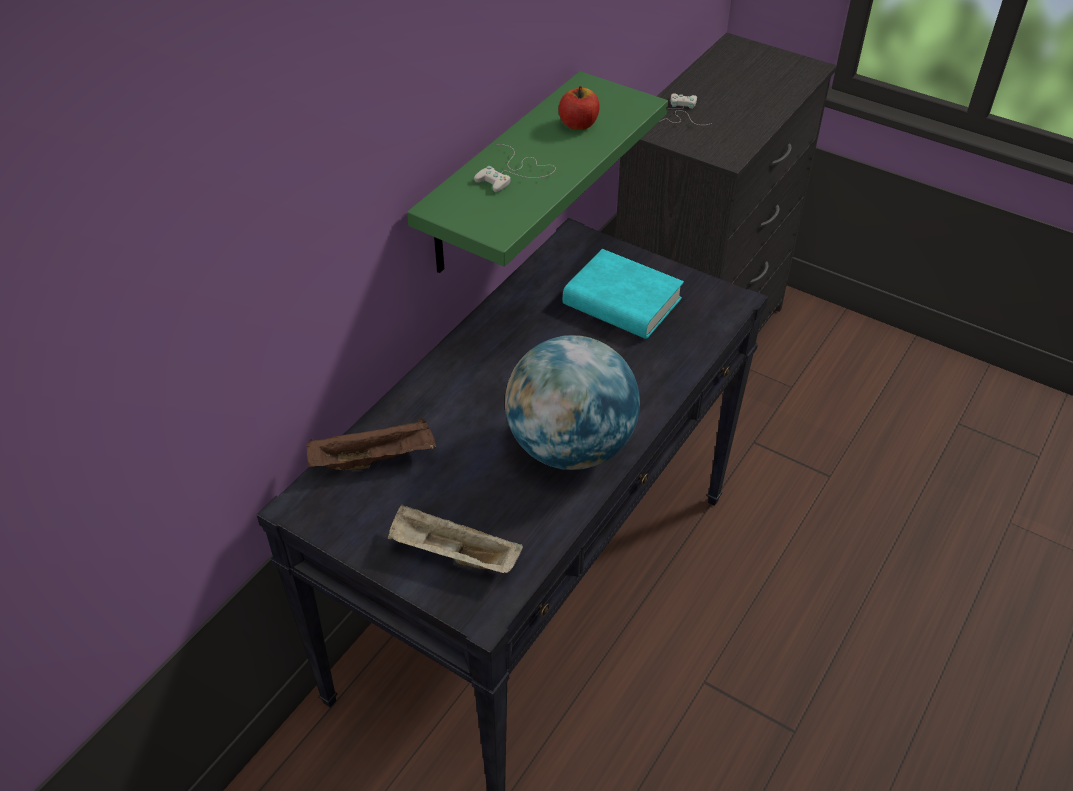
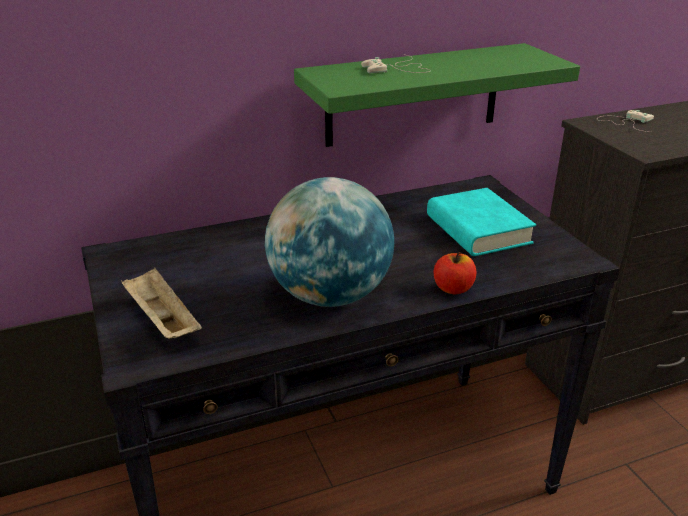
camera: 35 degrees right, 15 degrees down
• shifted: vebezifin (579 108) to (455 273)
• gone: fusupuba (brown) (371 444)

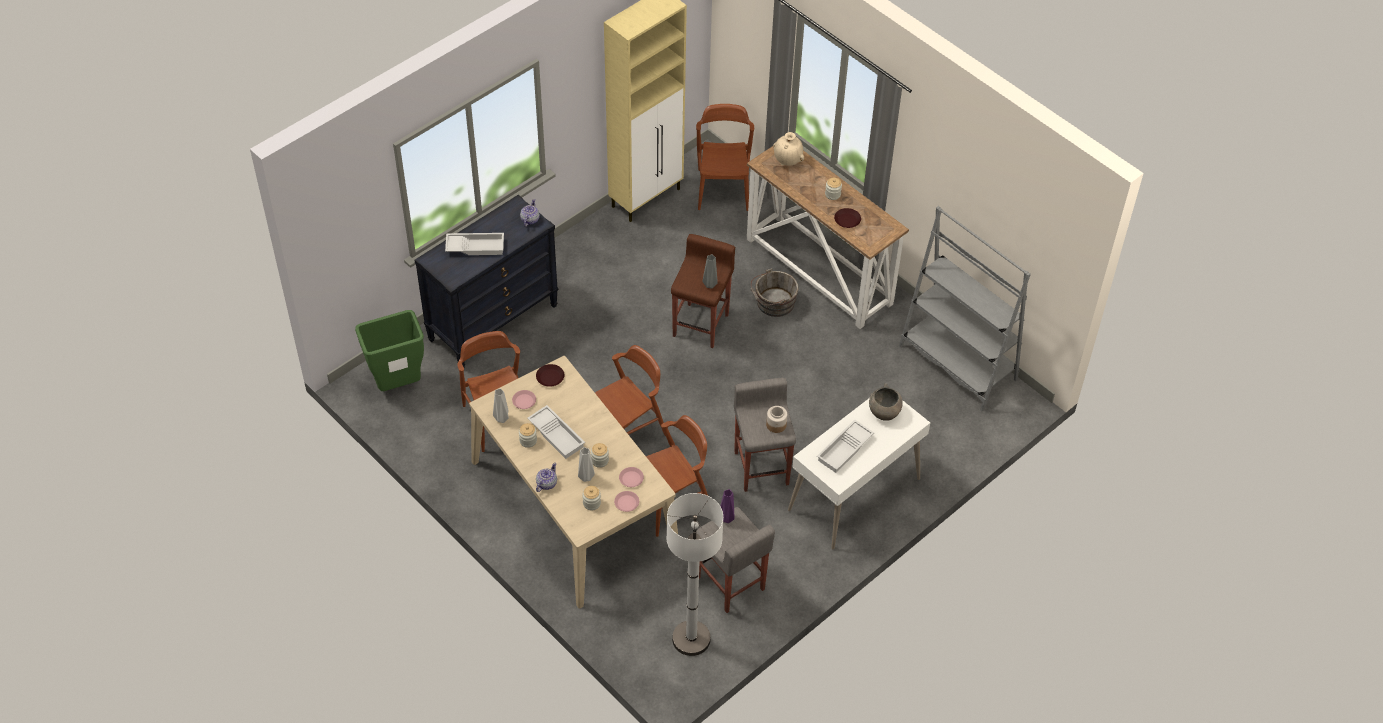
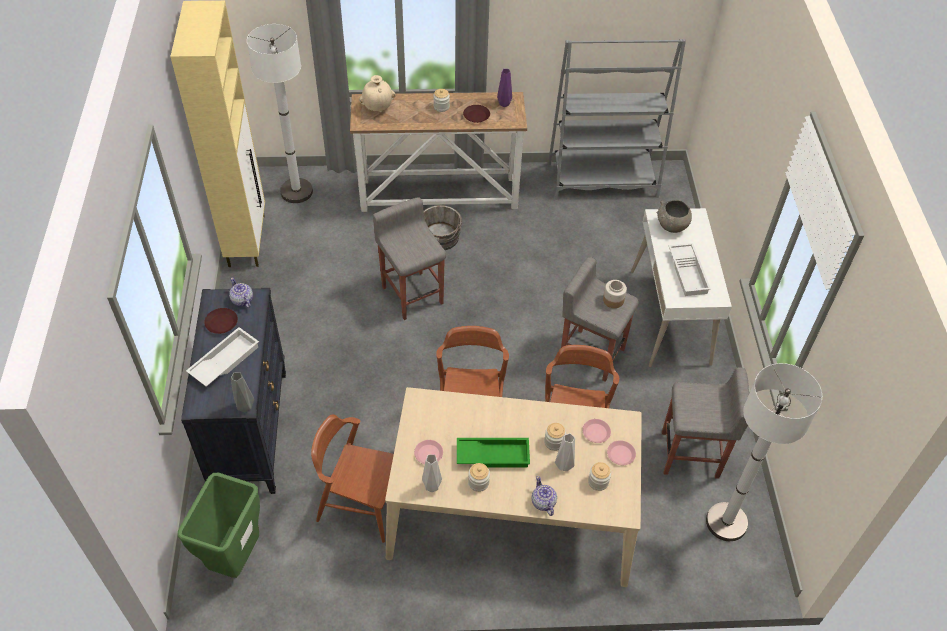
camera: 50 degrees left, 0 degrees up
• swapped: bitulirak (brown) (725 157) to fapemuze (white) (280 113)
• repainted: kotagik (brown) (703 291) to kotagik (grey) (409 258)
• shifted: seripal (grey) (710 271) to (242 392)
• shifted: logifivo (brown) (550 375) to (221 321)
• repainted: fusupuba (white) (556 432) to fusupuba (green) (493 452)
• shifted: seripal (purple) (727 506) to (504 88)

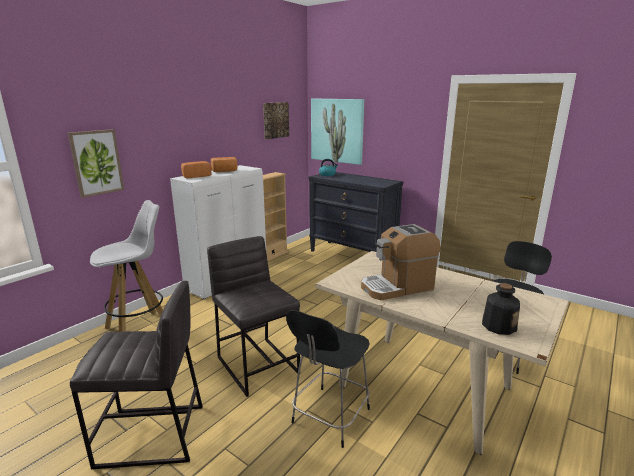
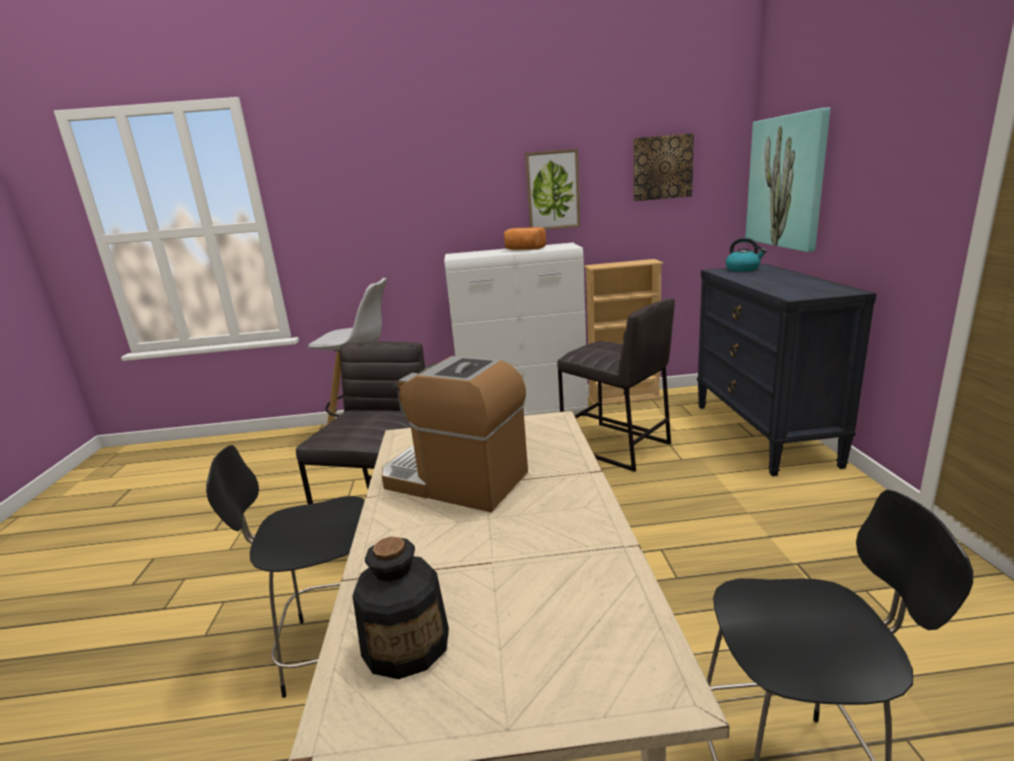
camera: 50 degrees right, 0 degrees up
• shifted: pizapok (96 163) to (553 189)
• gone: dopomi (196 169)
• shifted: kotagik (grey) (136 375) to (616 385)

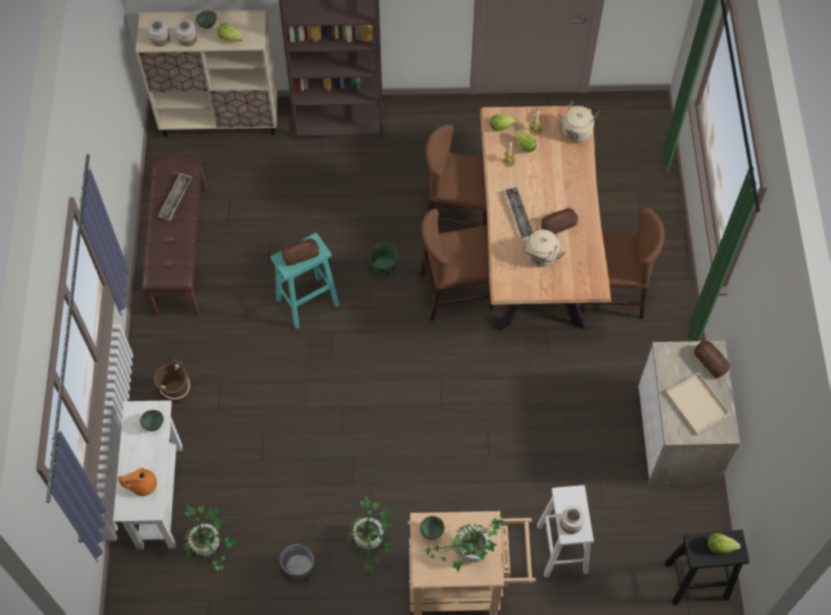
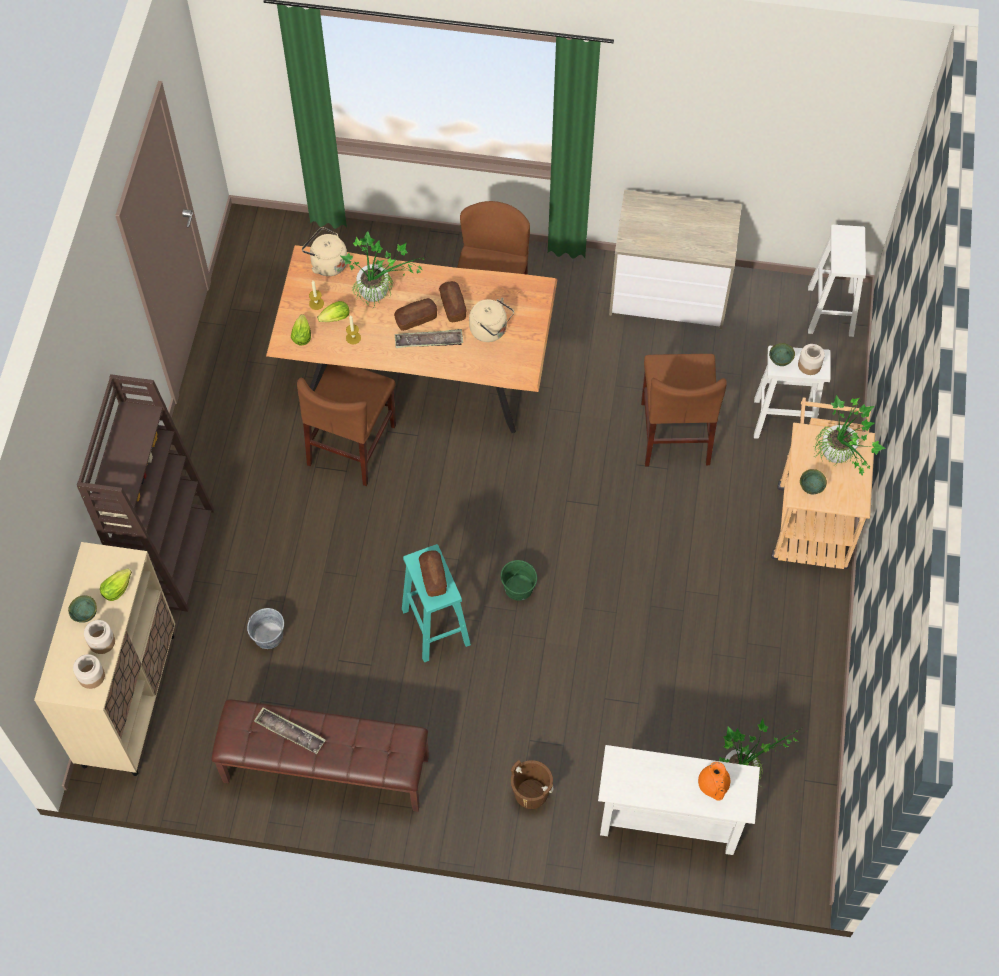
camera: 80 degrees left, 0 degrees up
• shifted: bitulirak (brown) (457 265) to (684 410)
• shifted: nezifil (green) (384 260) to (519 580)
• shifted: dopomi (712 359) to (415 314)
• gone: fusupuba (beige) (698 403)
• shifted: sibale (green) (152 420) to (782 354)
• shifted: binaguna (370 532) to (384 270)
• repainted: kotagik (black) (707 567) to kotagik (white) (837 281)
• gone: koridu (724 543)
• shifted: nezifil (grey) (297 561) to (265 628)

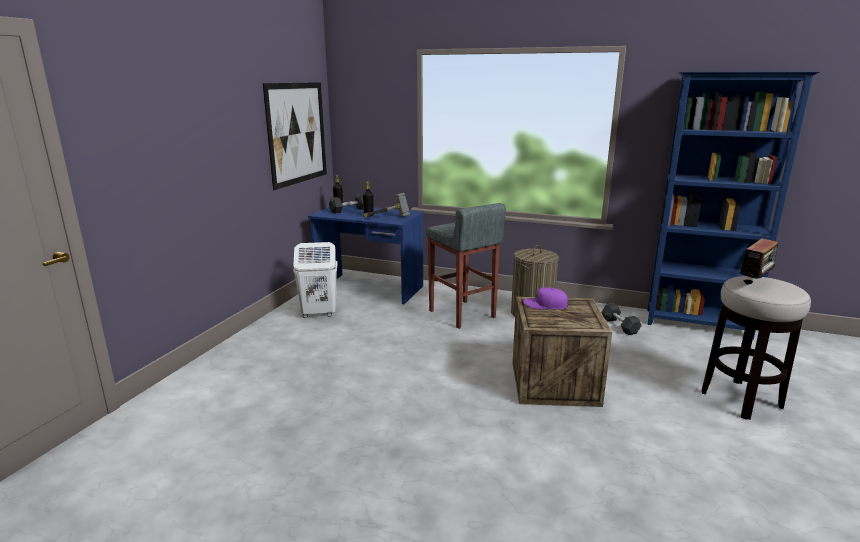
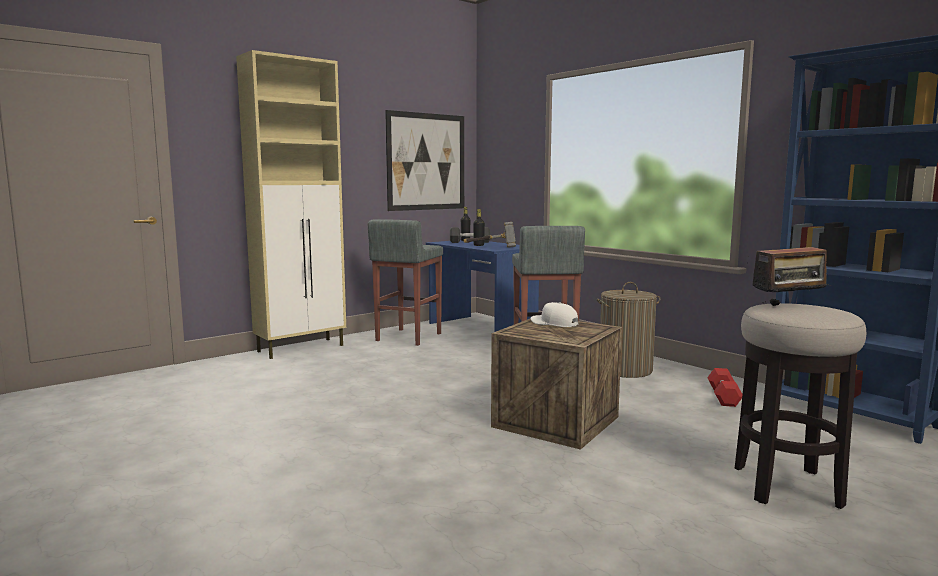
camera: 30 degrees right, 10 degrees down
• swapped: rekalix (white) (315 280) to kotagik (grey) (405 282)
• repainted: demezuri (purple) (545 298) to demezuri (white) (554 314)
• repainted: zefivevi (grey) (621 319) to zefivevi (red) (724 387)
• new: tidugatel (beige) (291 204)

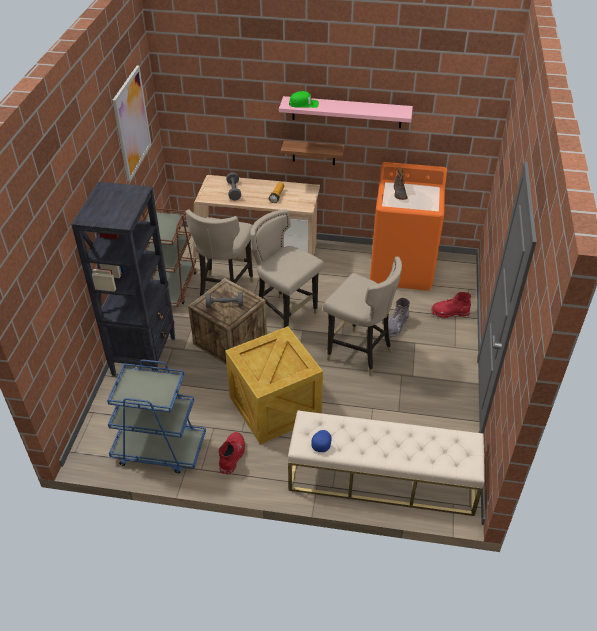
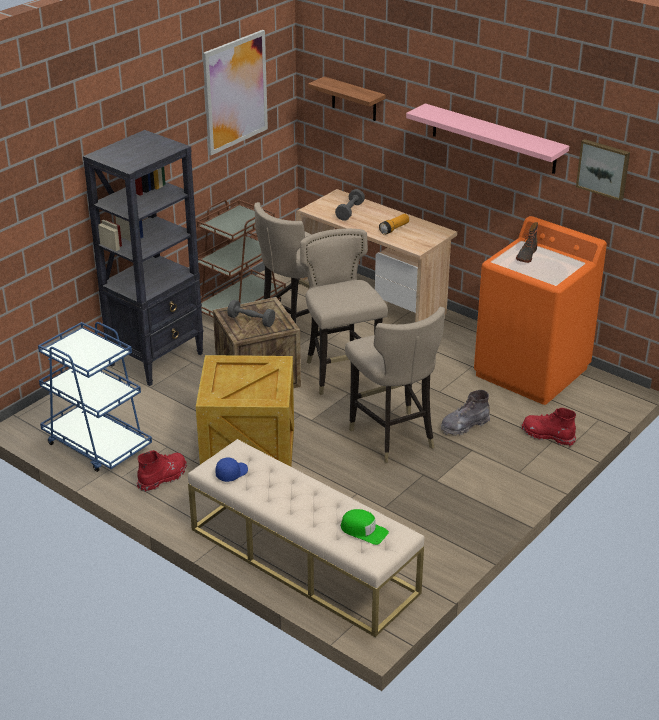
camera: 30 degrees right, 10 degrees down
• shifted: demezuri (green) (304 99) to (365 527)
• shifted: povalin (312 152) to (346 98)
• new: pizapok (603 170)

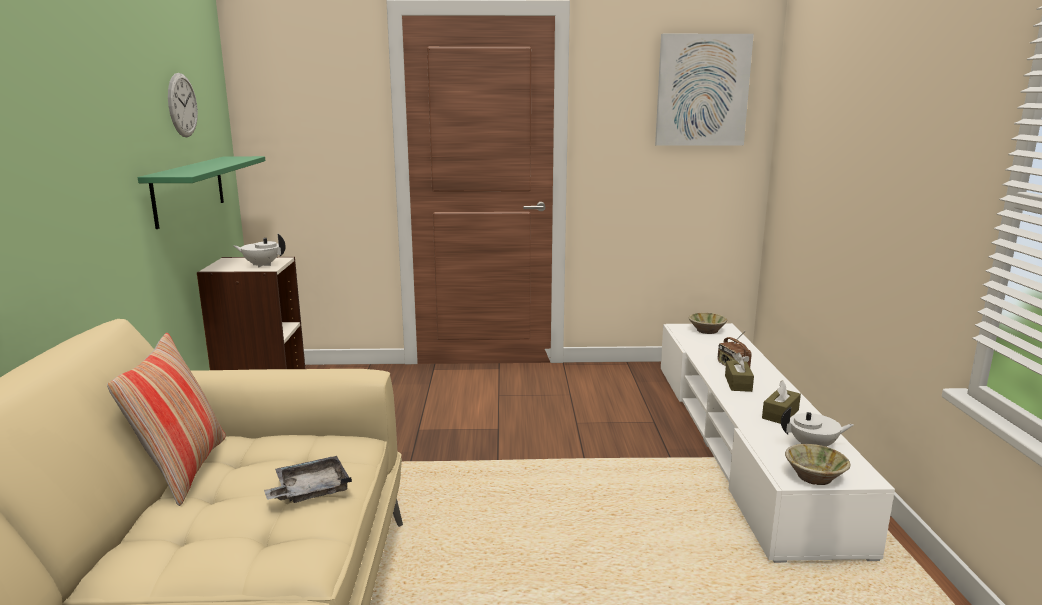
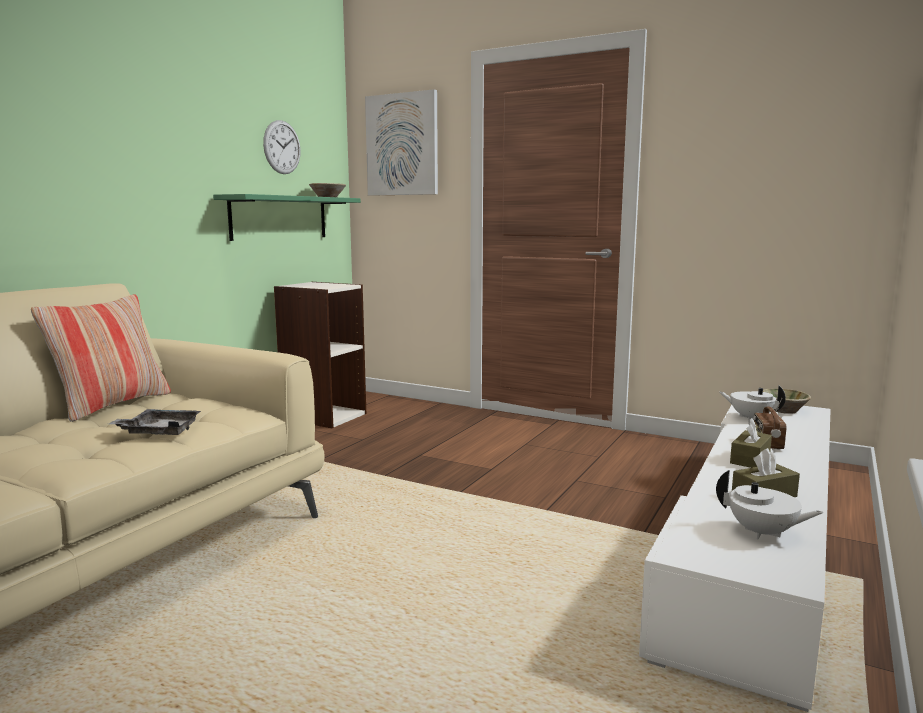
camera: 30 degrees right, 5 degrees down
• shifted: pizapok (704 90) to (401 142)
• shifted: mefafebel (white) (259 251) to (753 403)
• shifted: sibale (beige) (817 464) to (327 190)

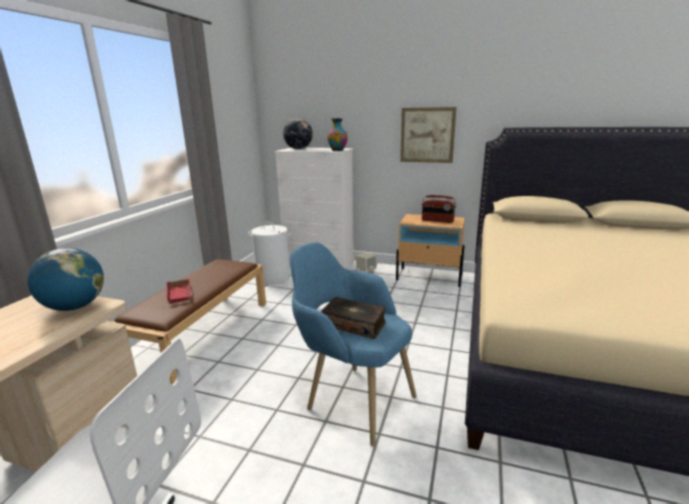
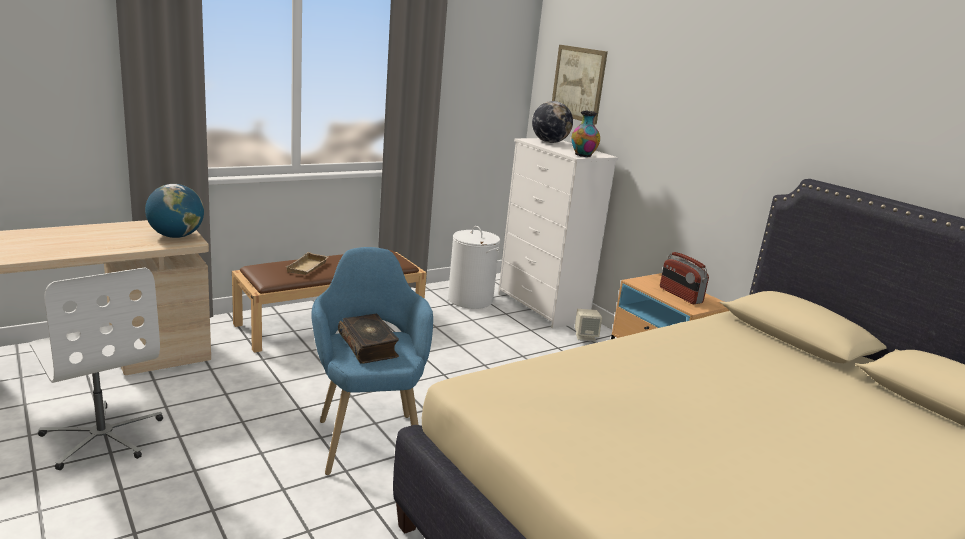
camera: 35 degrees right, 0 degrees up
• shifted: pizapok (428 135) to (580 85)
• repainted: fusupuba (red) (179 291) to fusupuba (beige) (307 263)

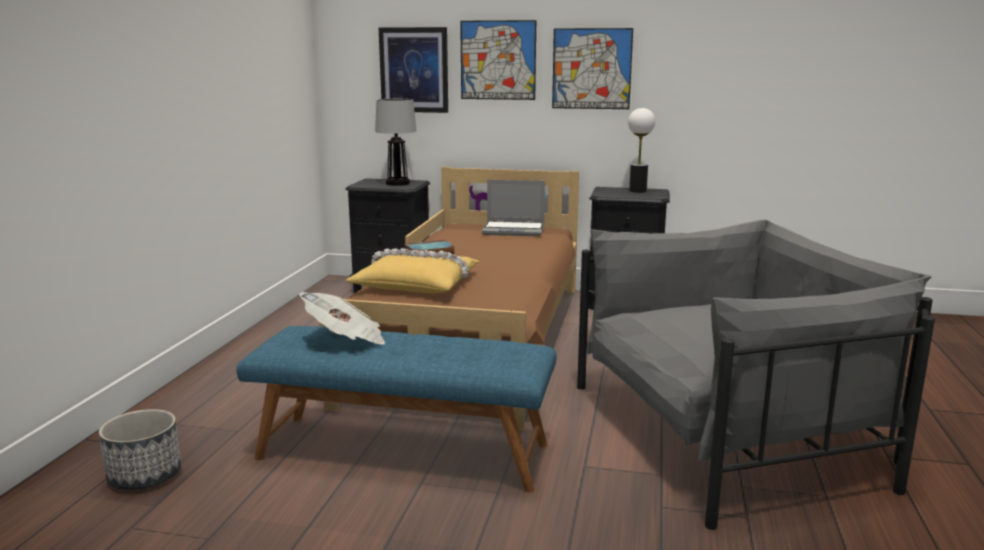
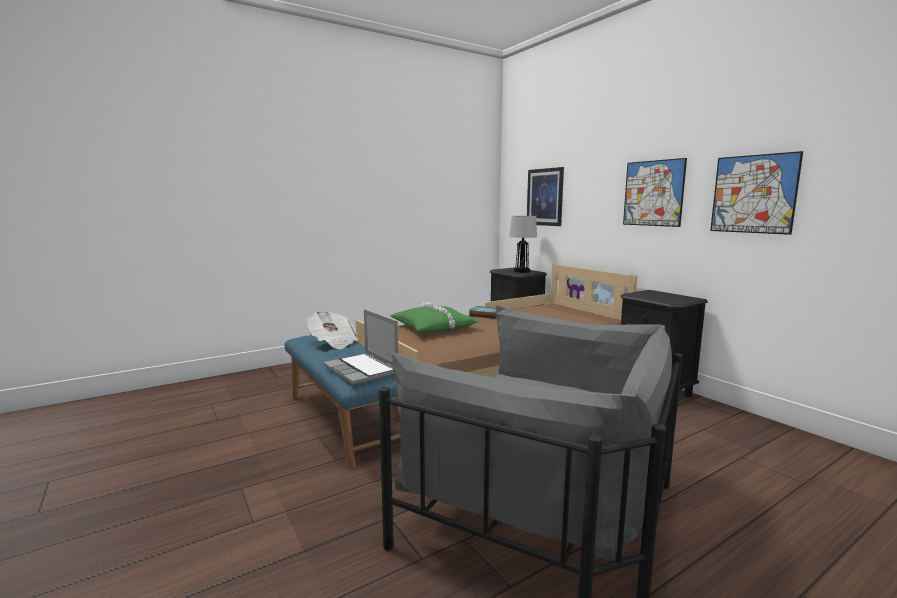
camera: 45 degrees right, 5 degrees down
• shifted: pizapok (498 60) to (756 193)
• gone: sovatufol (641 150)
• shifted: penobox (513 208) to (360 347)
• repainted: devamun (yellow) (413 270) to devamun (green) (435 317)
• gone: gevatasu (140 449)

